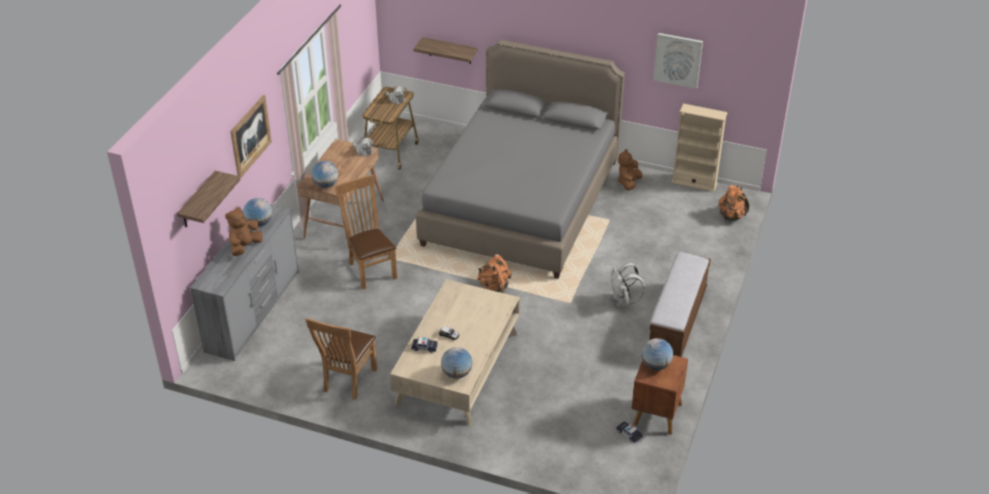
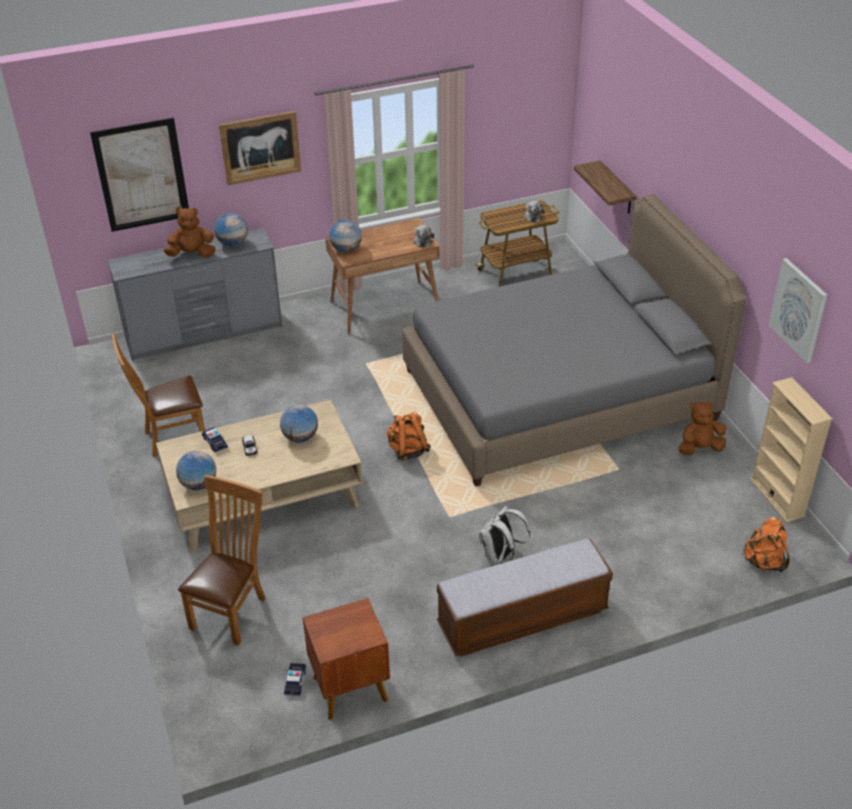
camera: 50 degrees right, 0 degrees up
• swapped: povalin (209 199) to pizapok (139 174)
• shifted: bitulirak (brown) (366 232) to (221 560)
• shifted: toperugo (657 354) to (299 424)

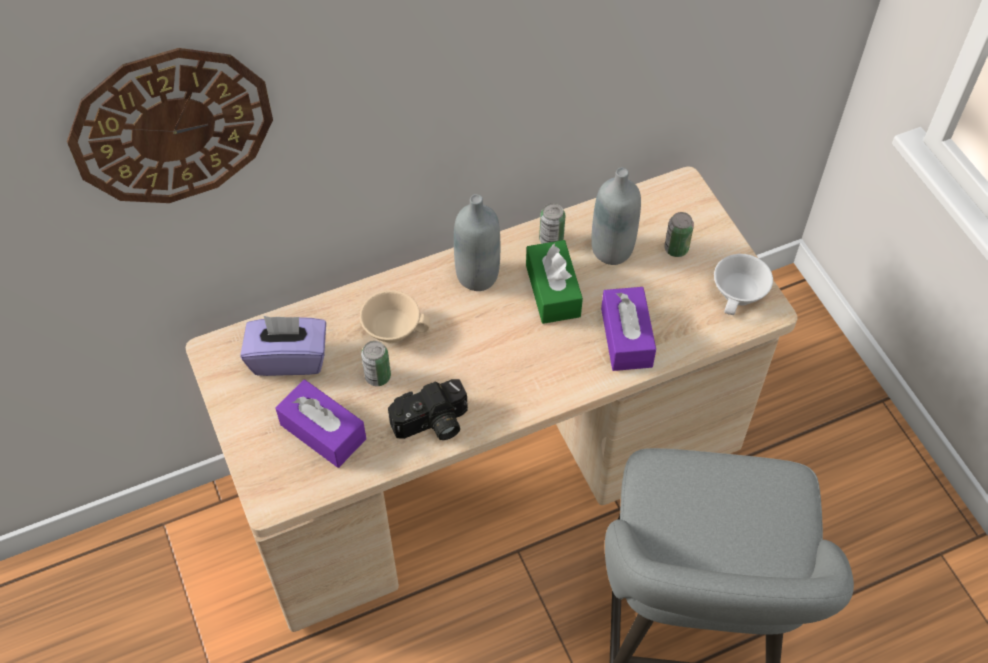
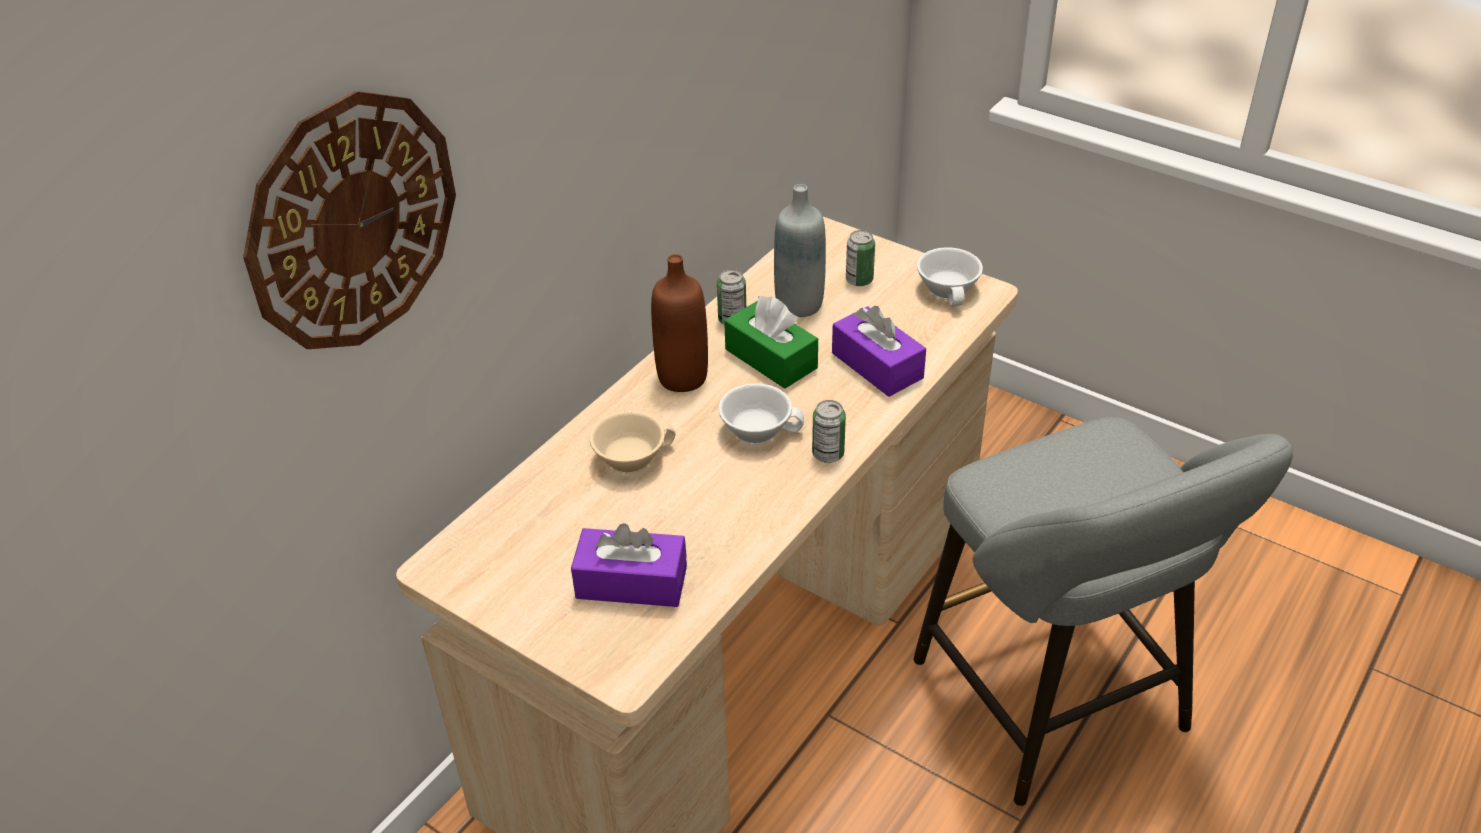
camera: 30 degrees left, 15 degrees down
• repainted: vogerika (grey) (477 242) to vogerika (brown) (679 323)
• gone: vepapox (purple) (283 346)
• shifted: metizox (376 363) to (829 431)
• gone: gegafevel (428 409)
• new: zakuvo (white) (761 414)

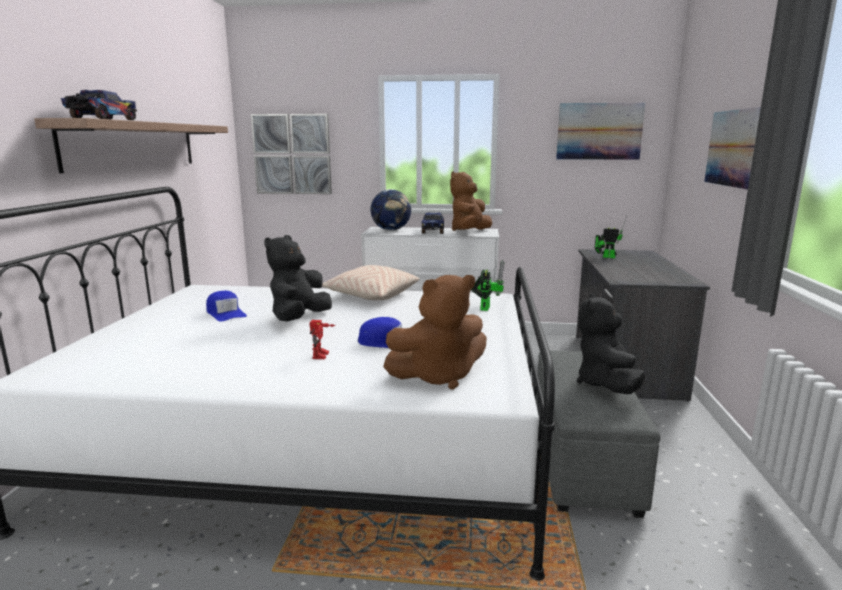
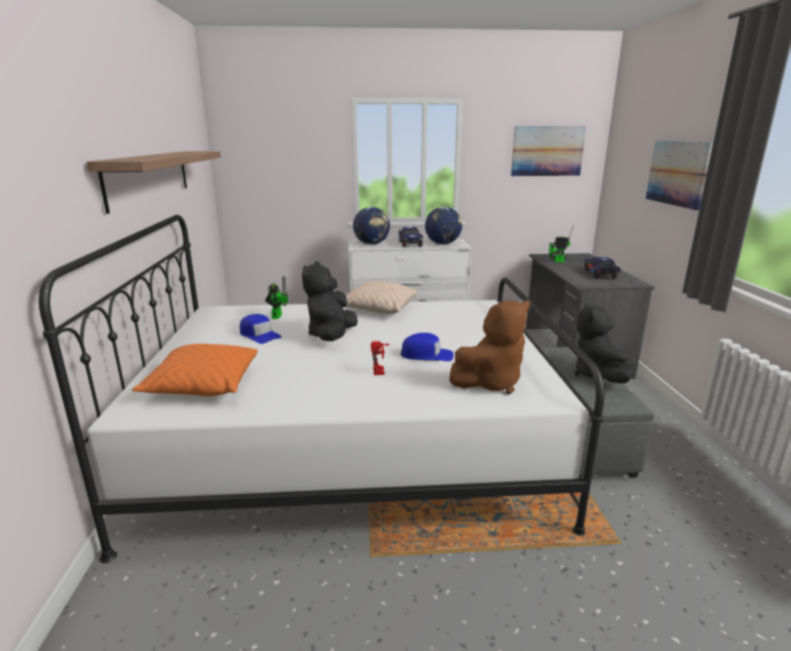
camera: 10 degrees left, 5 degrees up
• shifted: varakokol (99 105) to (603 267)
• gone: pizapok (291 154)
• swapped: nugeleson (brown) (471 201) to toperugo (443 225)
• shifted: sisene (488 285) to (277 297)
• new: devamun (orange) (195 370)

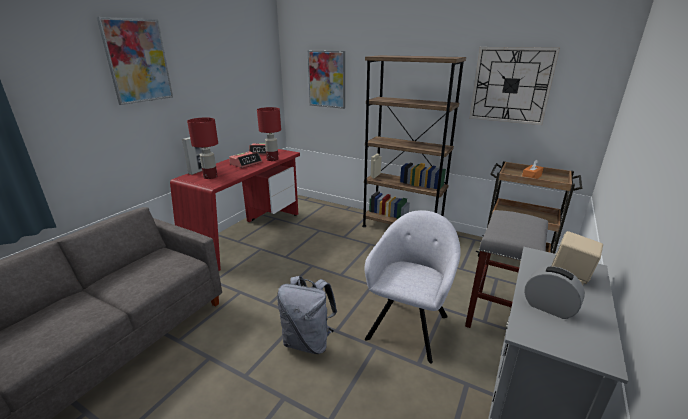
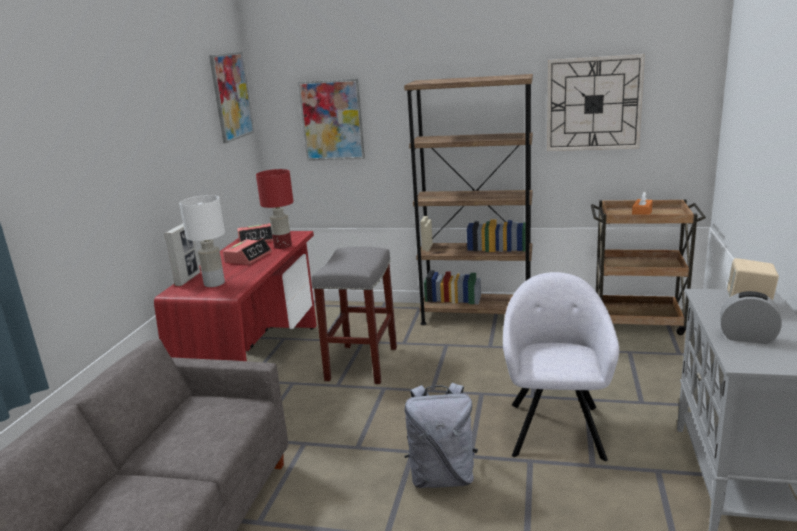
camera: 15 degrees left, 5 degrees down
• shifted: pizapok (135 61) to (231 97)
• repainted: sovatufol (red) (202 148) to sovatufol (white) (202 241)
• shifted: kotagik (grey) (506 269) to (354 315)

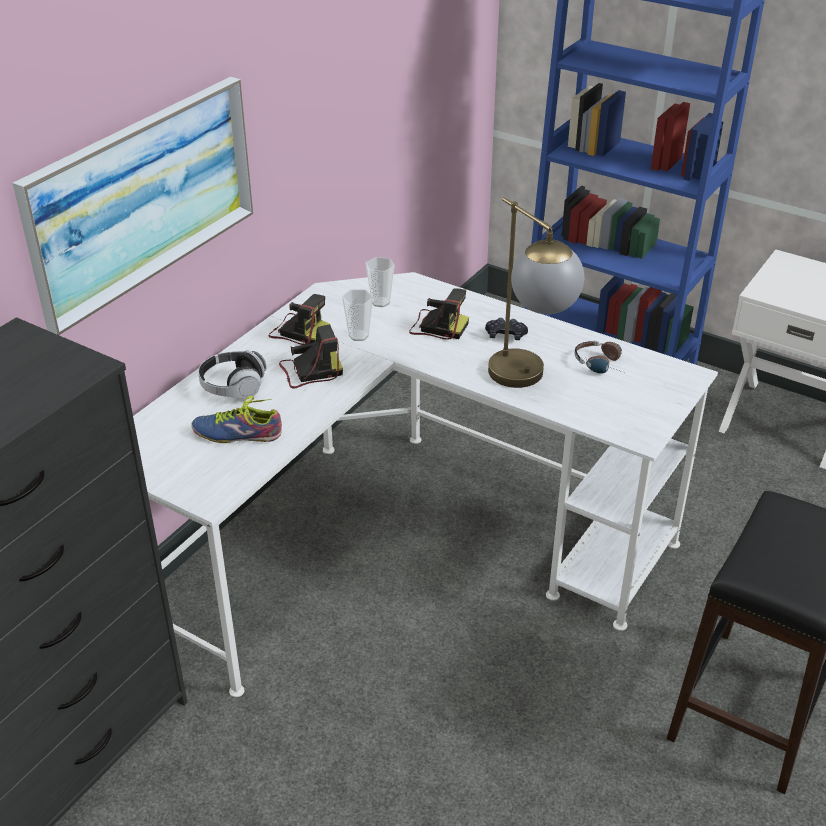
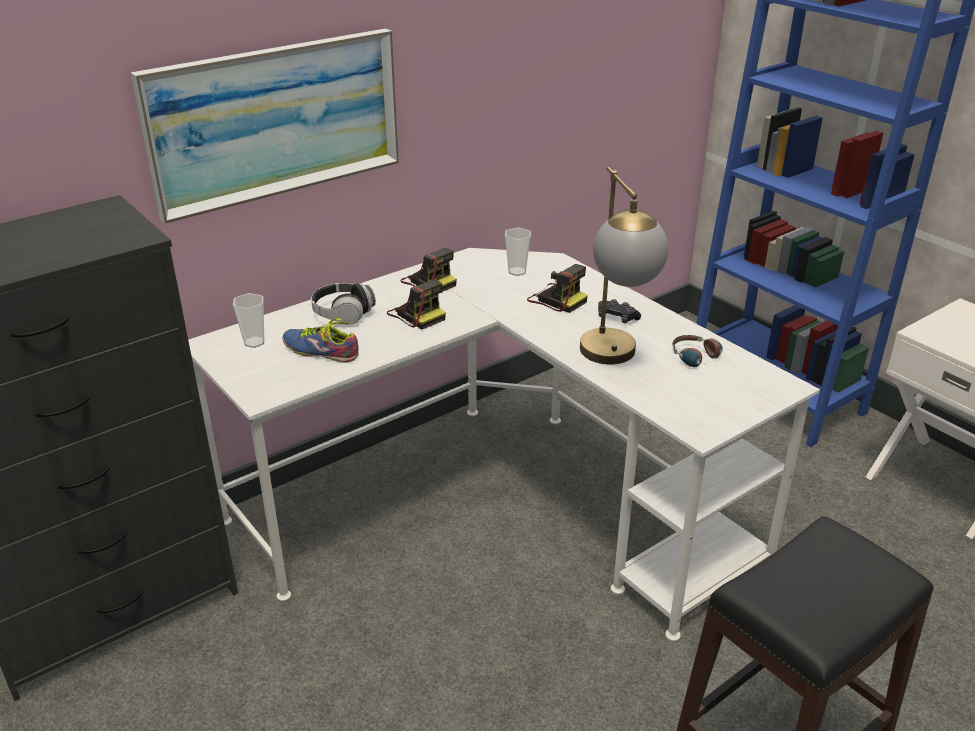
camera: 20 degrees right, 5 degrees down
• shifted: zakuvo (357 315) to (248 320)
• rotated: gegafevel (311 356) = (416 304) 45 degrees clockwise

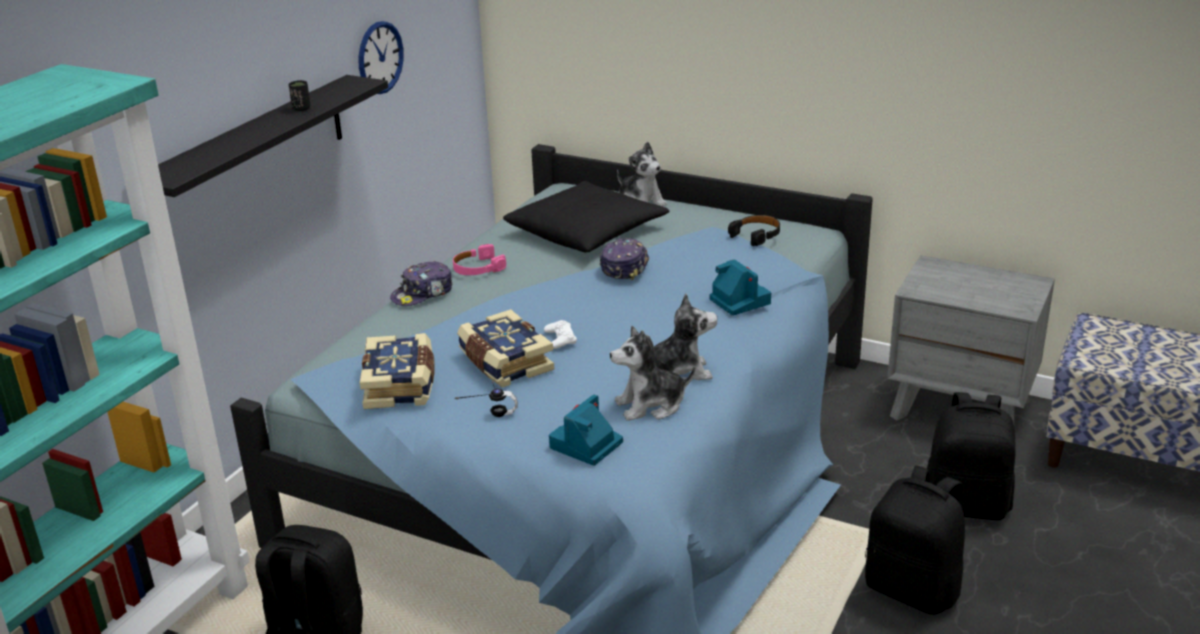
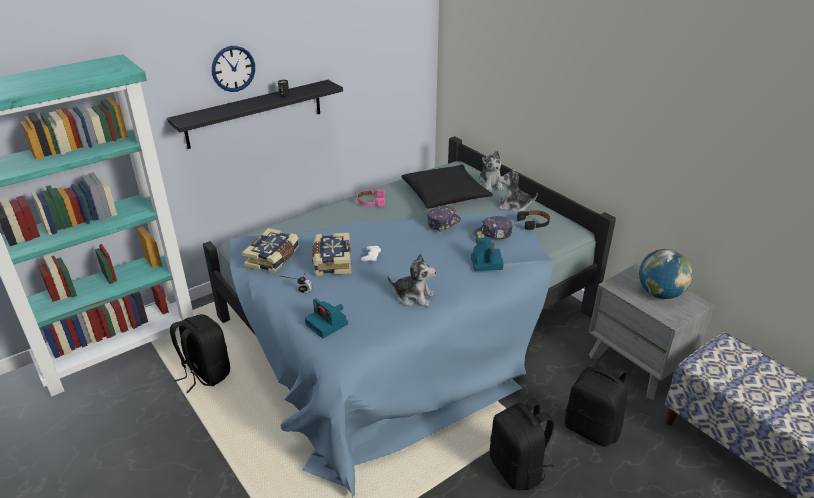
camera: 25 degrees right, 5 degrees up
• shifted: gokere (381 57) to (233 69)
• shifted: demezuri (421 283) to (493 228)
• shifted: nugeleson (652 373) to (518 190)
• rotated: gegafevel (586 430) = (326 318) 105 degrees counterclockwise
• new: toperugo (666 274)

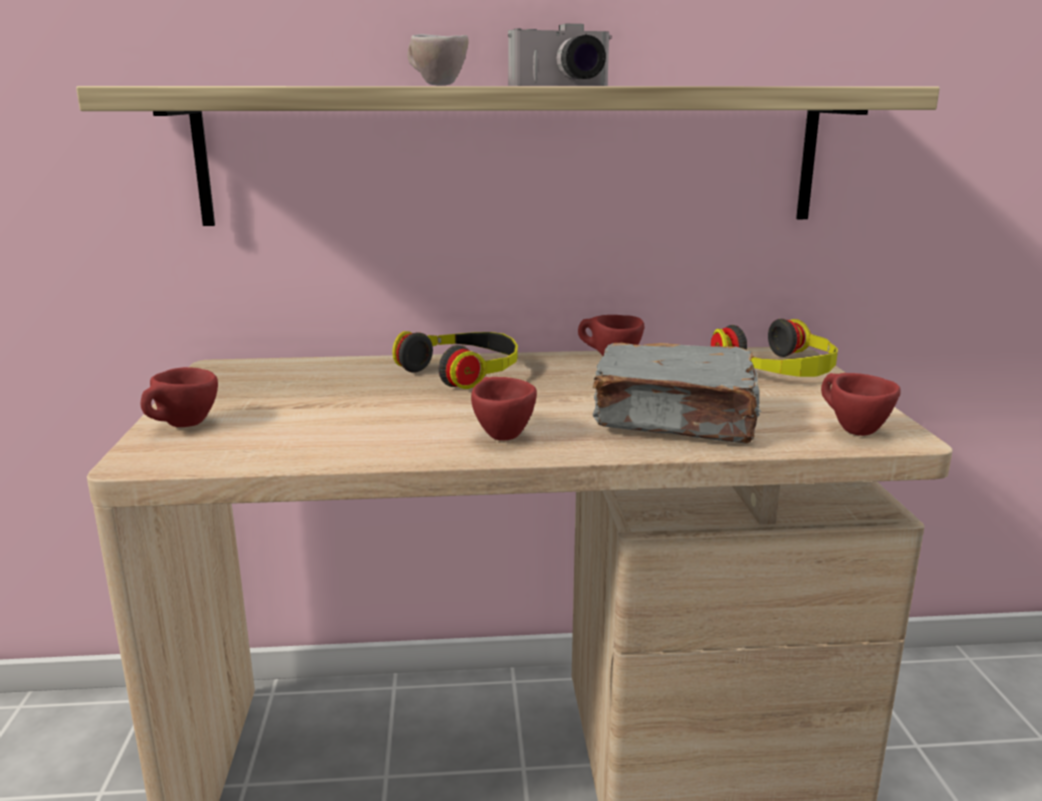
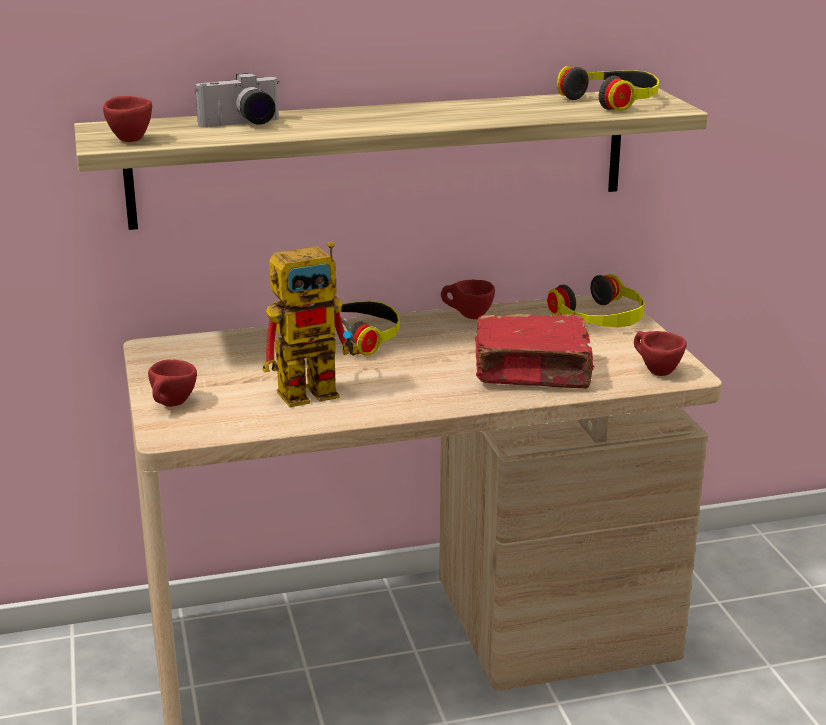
camera: 10 degrees left, 5 degrees up
• shifted: gegafevel (560 55) to (237 100)
• gone: zakuvo (beige) (438 59)
• repainted: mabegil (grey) (677 393) to mabegil (red) (535 351)
• shifted: zakuvo (red) (504 409) to (127 119)
• new: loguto (608 88)
• new: sisene (310 324)

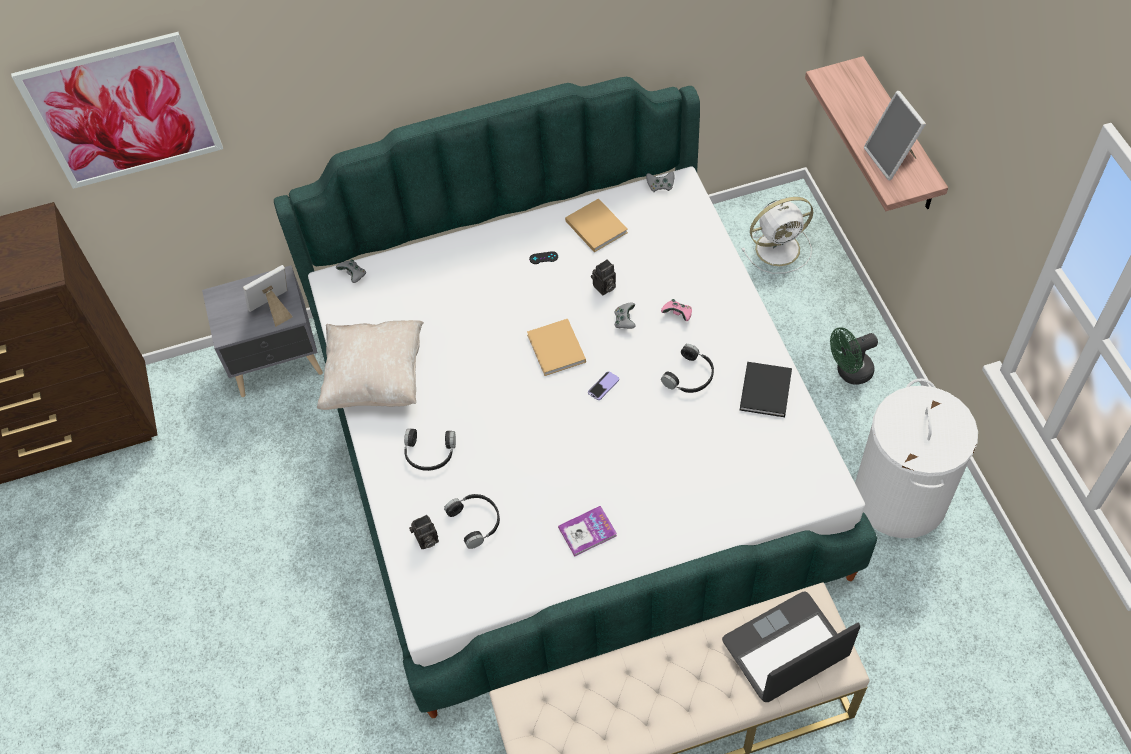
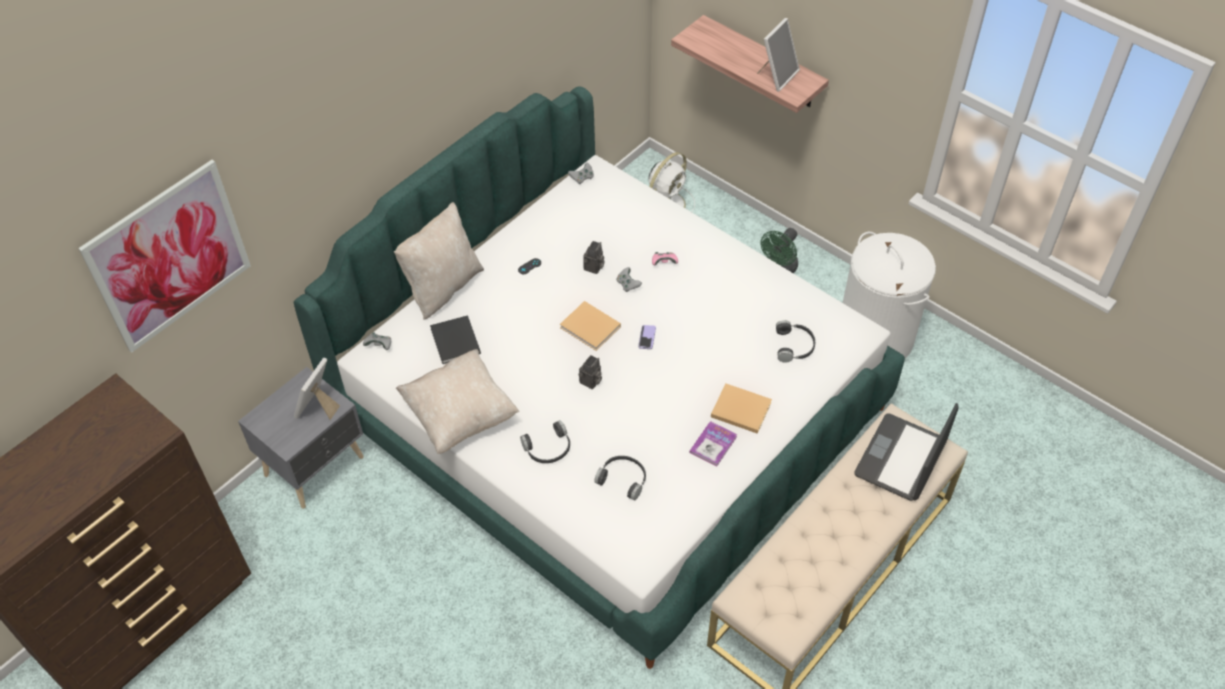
camera: 35 degrees left, 5 degrees down
• rotated: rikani (895 135) = (778 54) 90 degrees counterclockwise
• shifted: mabegil (beige) (596 225) to (741 408)
• shifted: loguto (black) (687 368) to (795 341)
• shifted: mabegil (black) (766 389) to (455 339)
• shifted: gegafevel (424 532) to (590 372)
• new: devamun (beige) (439 261)

